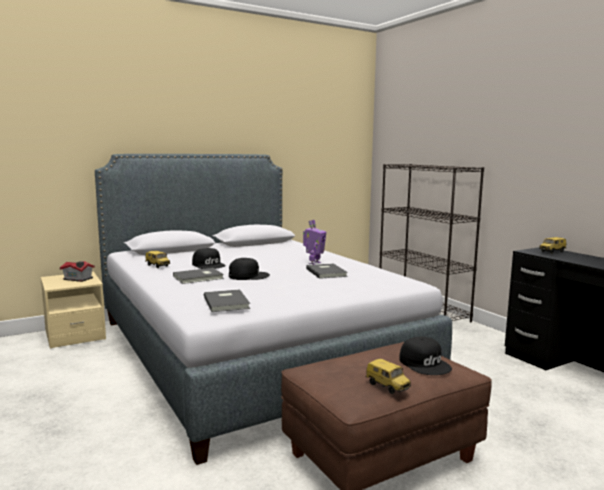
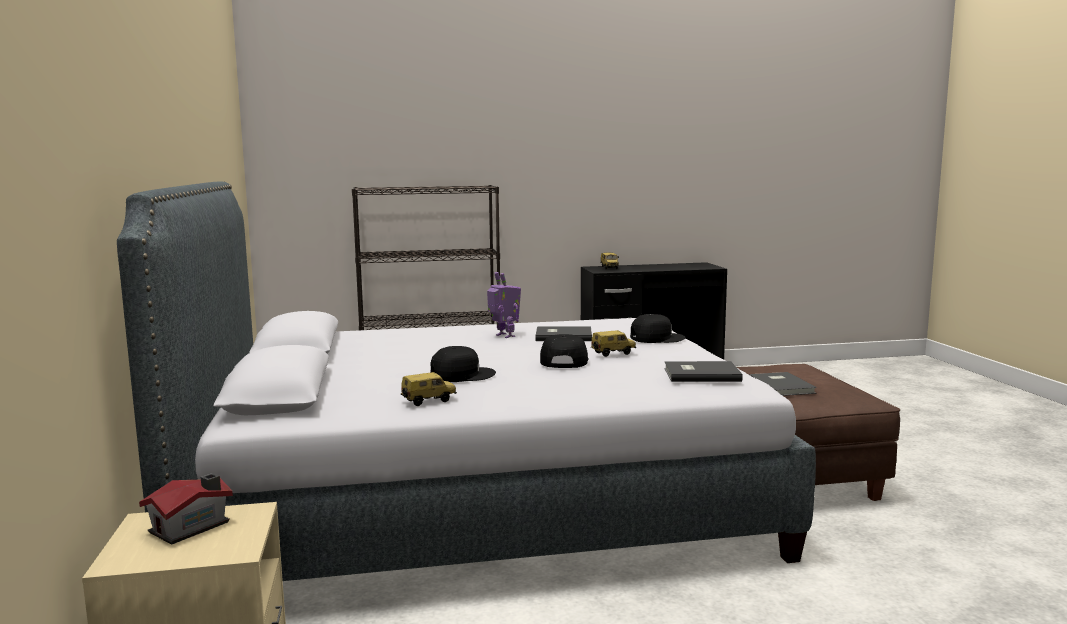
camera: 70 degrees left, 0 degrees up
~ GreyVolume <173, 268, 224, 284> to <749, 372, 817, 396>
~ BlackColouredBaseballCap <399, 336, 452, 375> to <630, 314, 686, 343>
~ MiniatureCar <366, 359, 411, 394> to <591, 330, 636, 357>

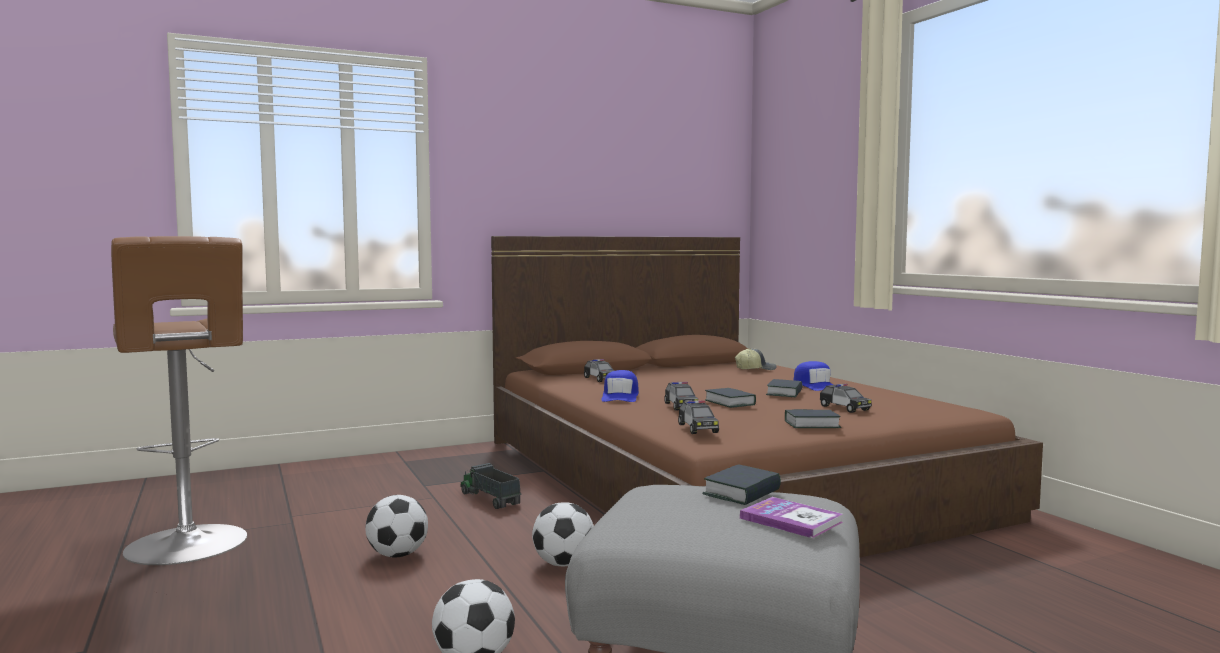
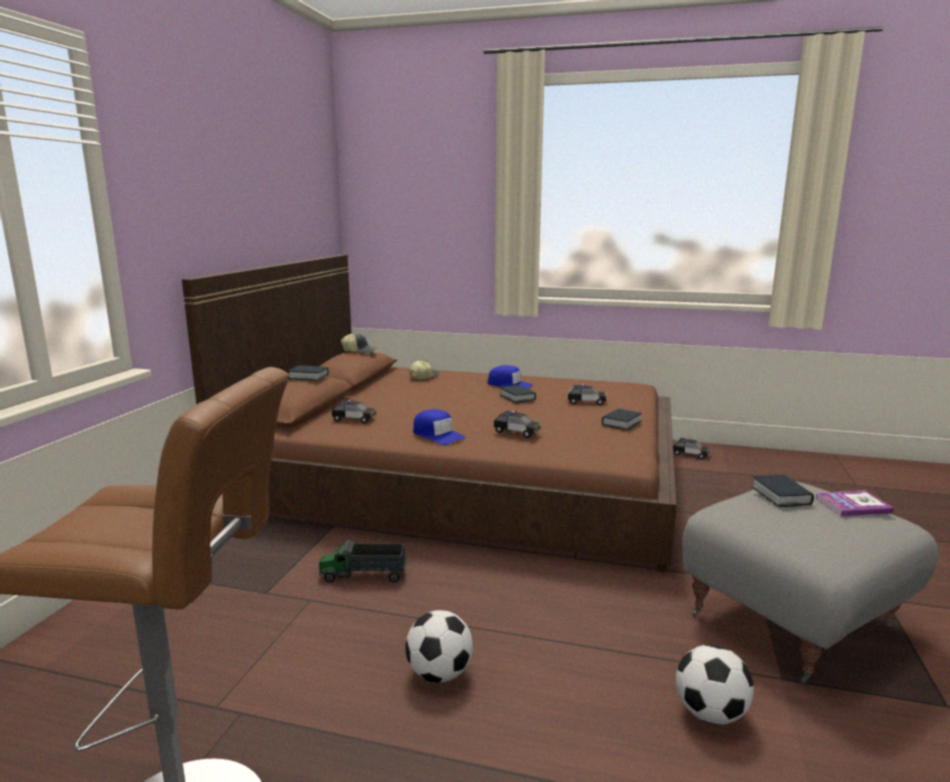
camera: 50 degrees left, 10 degrees up
~ Volume <705, 388, 756, 408> to <288, 365, 329, 381>
~ MiniatureCar <678, 400, 719, 434> to <673, 437, 710, 459>
- BallForFootball <532, 502, 594, 566>
+ BaseballCap <341, 333, 378, 353>

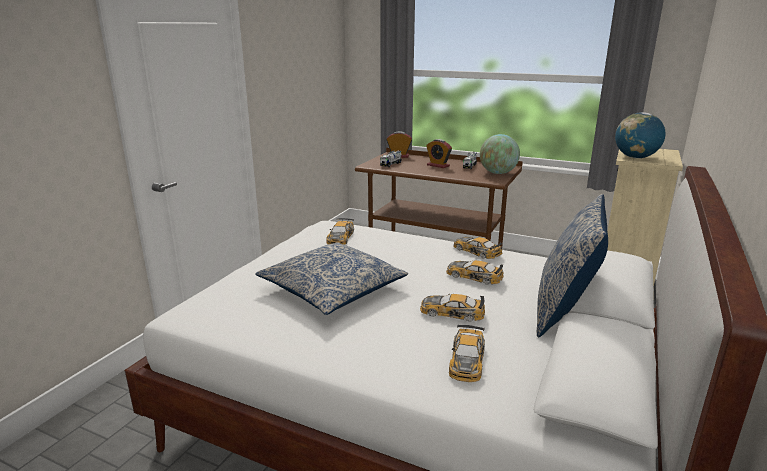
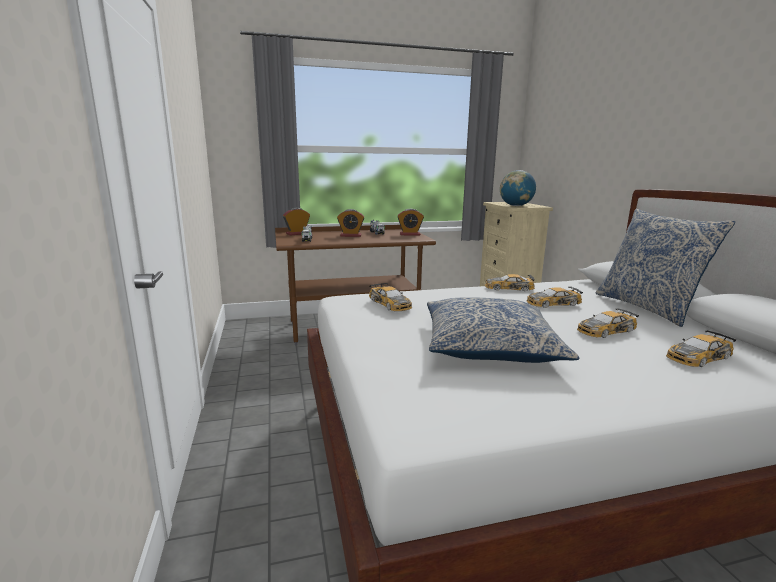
camera: 40 degrees left, 5 degrees down
~ WorldGlobe <480, 134, 520, 174> to AlarmClock <397, 209, 424, 235>
~ MiniatureCar <449, 325, 485, 382> = <666, 330, 736, 367> 90 degrees clockwise

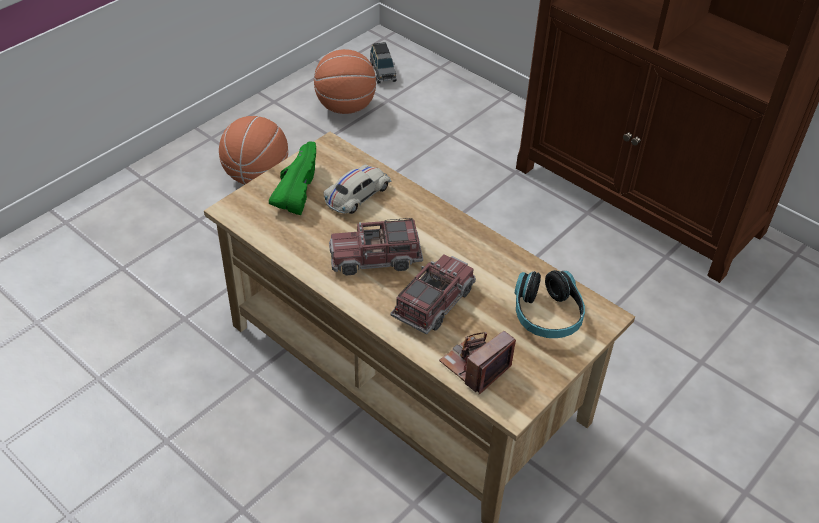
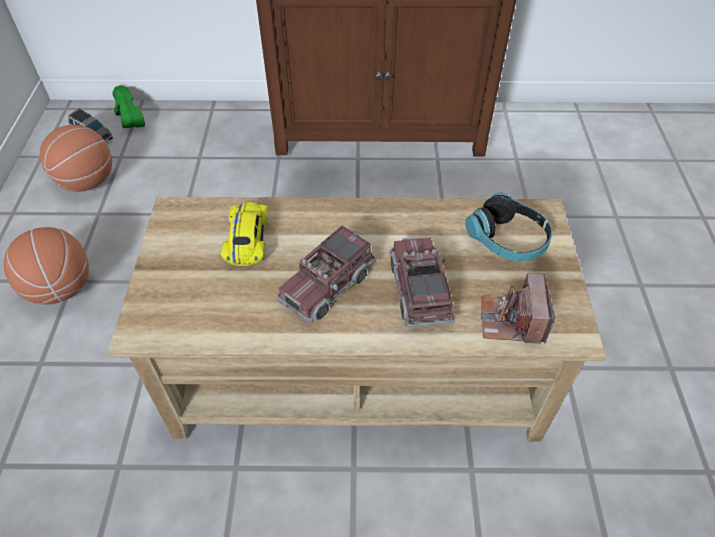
camera: 40 degrees left, 5 degrees up
~ GreenLowShoe <269, 142, 316, 215> to <113, 85, 145, 128>
~ WhitishMiniatureCar <324, 165, 392, 214> to YellowColouredMiniatureCar <221, 202, 268, 266>

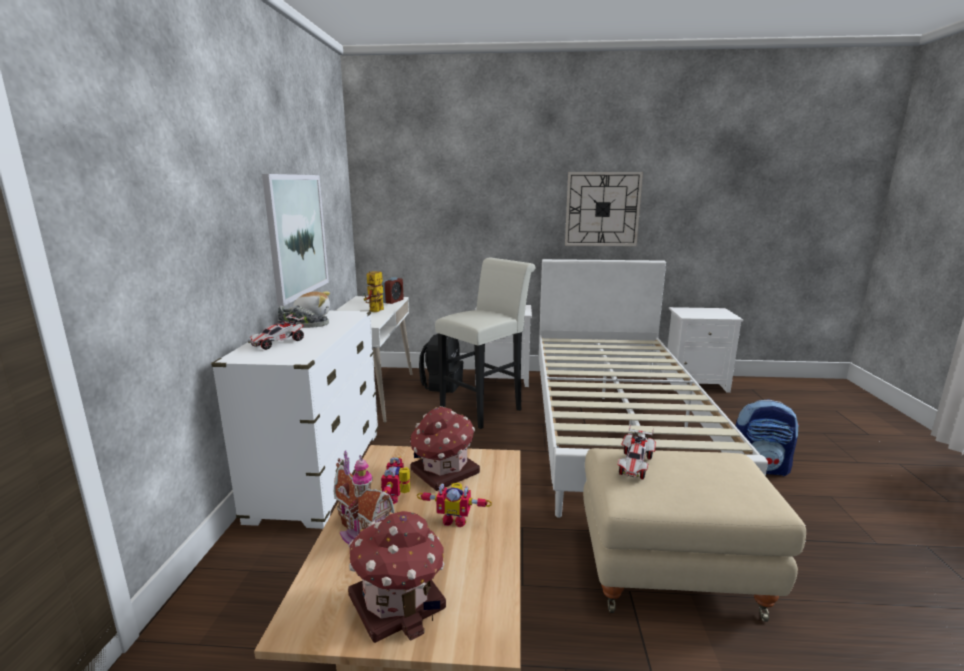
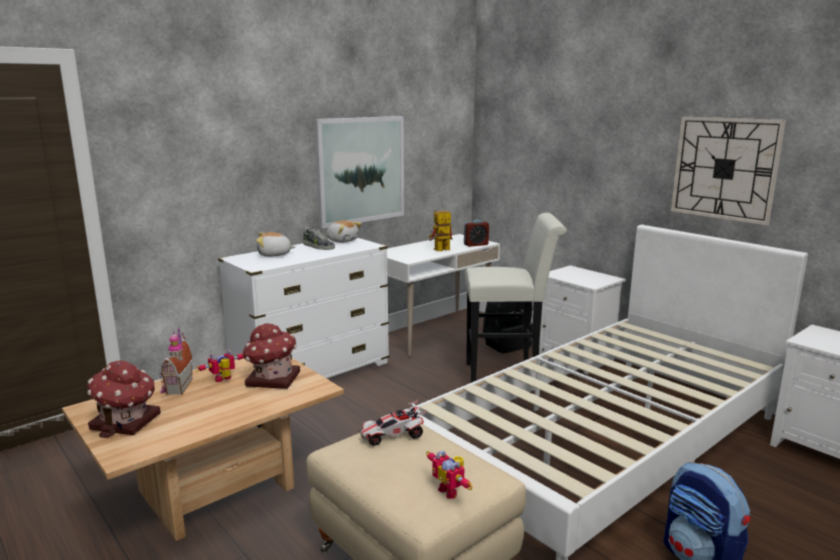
camera: 45 degrees right, 0 degrees up
~ MiniatureCar <248, 313, 305, 350> to SoftToy <256, 232, 296, 257>
~ ToyRobot <417, 483, 492, 527> to <426, 450, 473, 499>

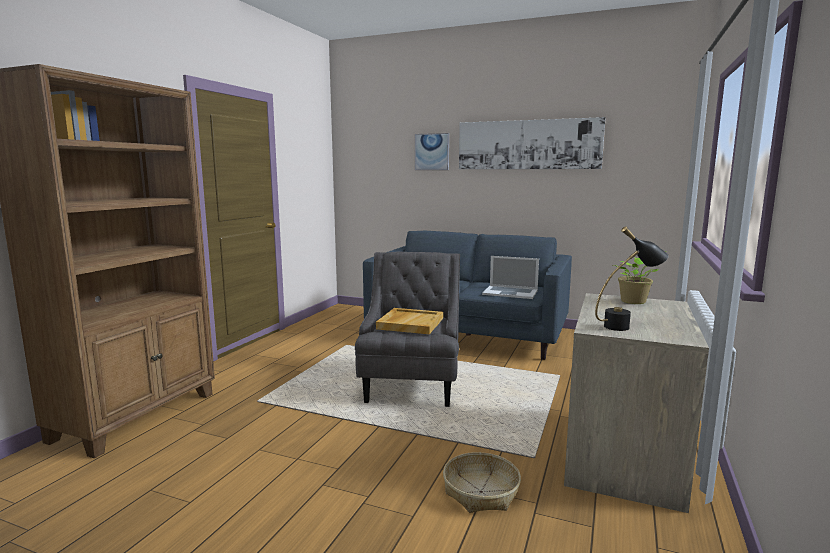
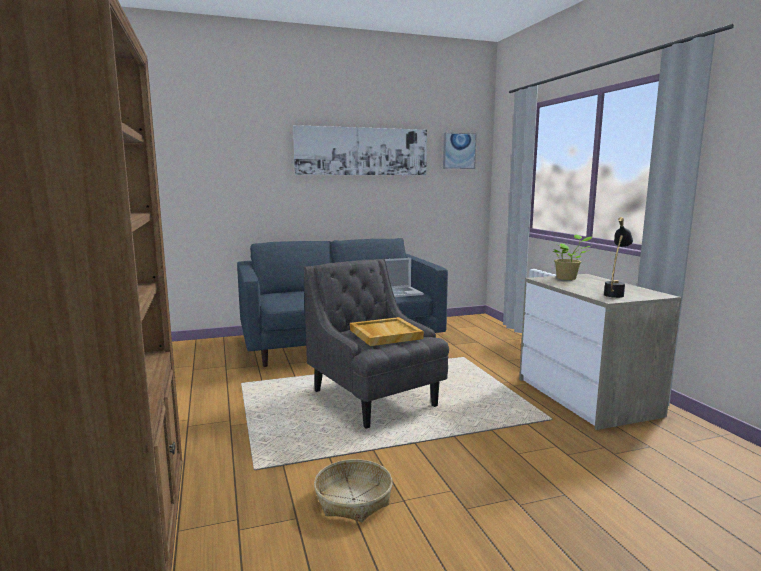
camera: 40 degrees left, 0 degrees up
~ Picture <415, 133, 449, 170> to <443, 133, 476, 169>
~ Basket <443, 452, 521, 513> to <314, 459, 393, 522>

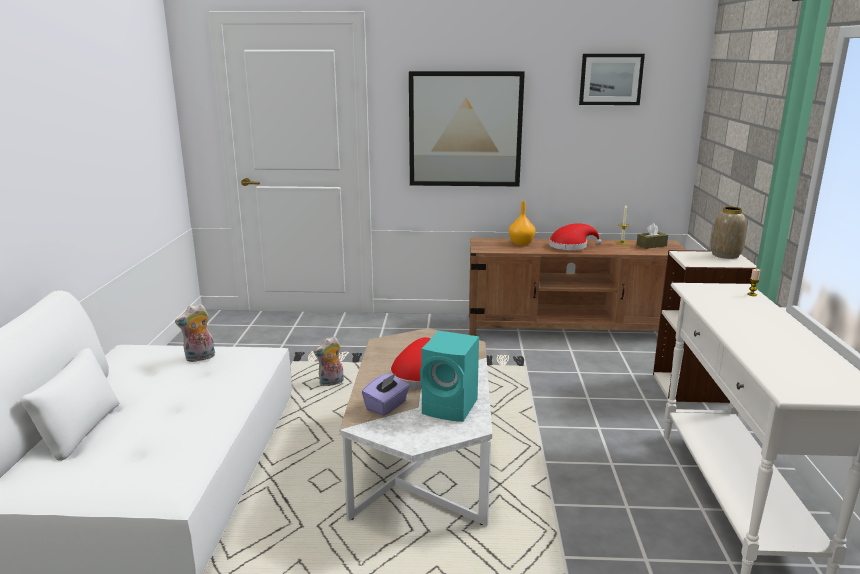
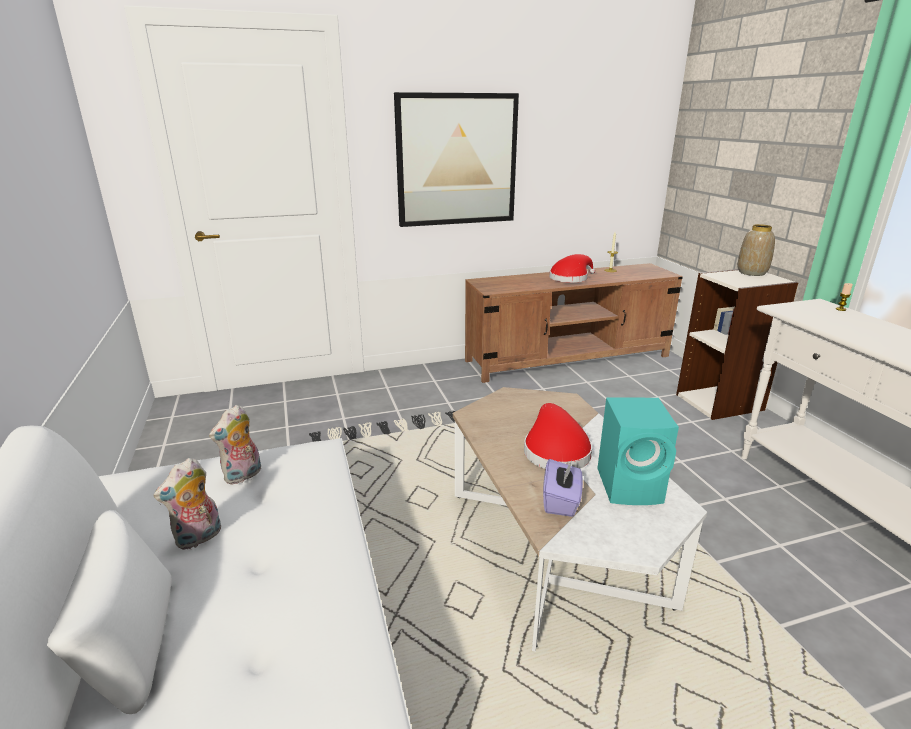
camera: 20 degrees left, 5 degrees up
- Picture <579, 54, 645, 105>
- OrangeVase <509, 201, 535, 245>
- BrownColouredTissueBox <637, 223, 668, 249>
~ SoftToy <314, 336, 344, 386> to <153, 458, 221, 550>

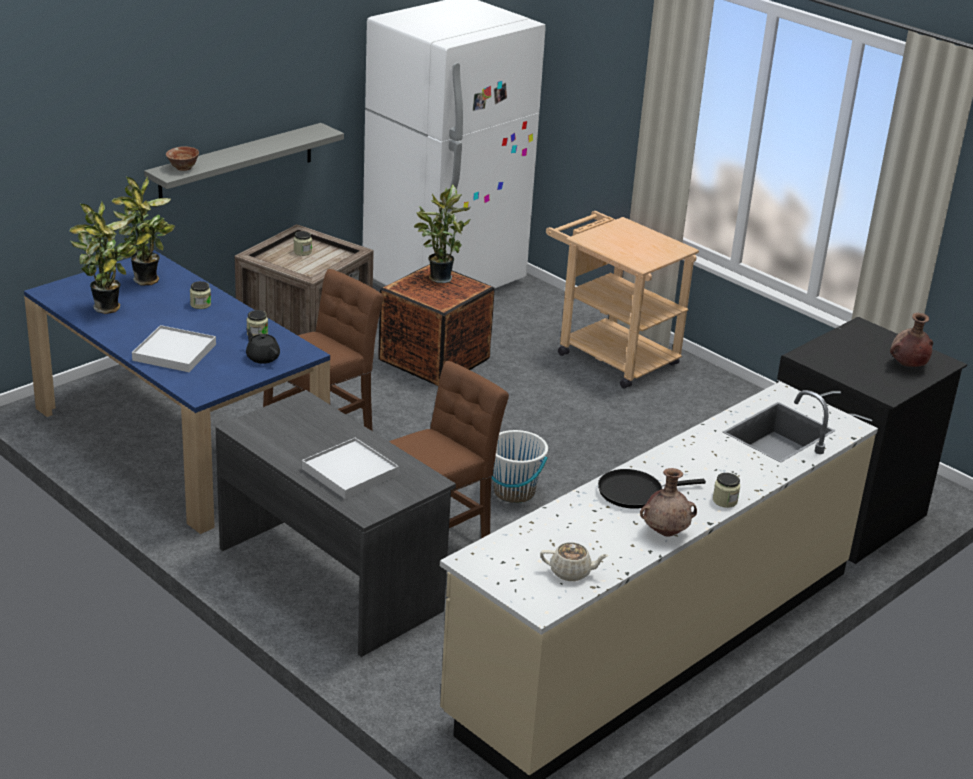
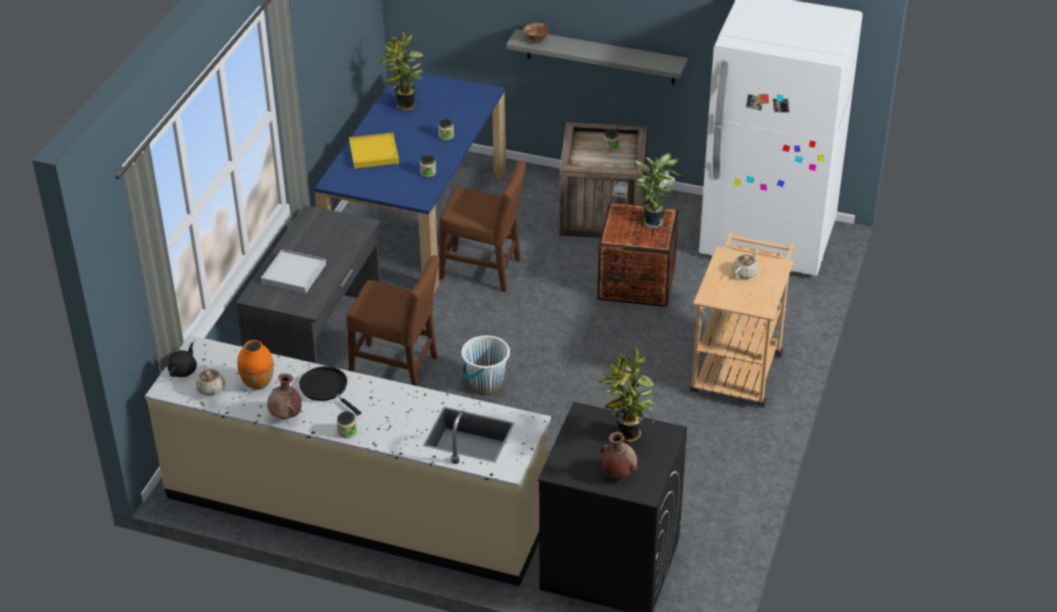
camera: 65 degrees right, 10 degrees up
~ Houseplant <112, 176, 175, 285> to <598, 344, 655, 443>
~ WhitishTray <132, 325, 216, 372> to YellowColouredTray <349, 133, 399, 168>
~ BlackColouredTeapot <246, 329, 280, 364> to <168, 342, 197, 377>
+ BeigeColouredTeapot <732, 249, 759, 279>
+ OrangeVase <237, 340, 274, 390>

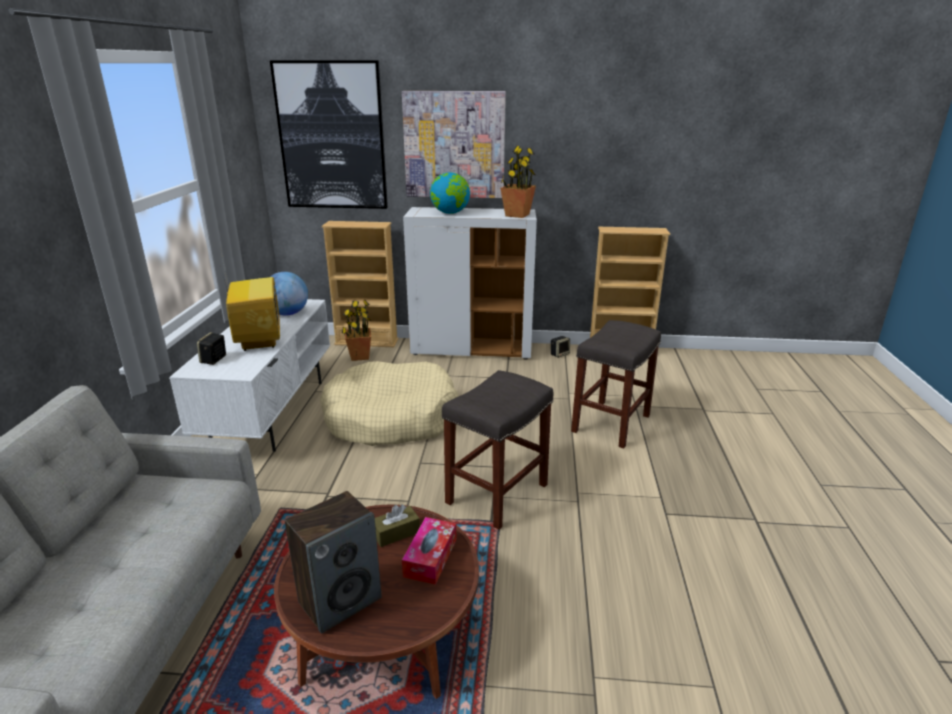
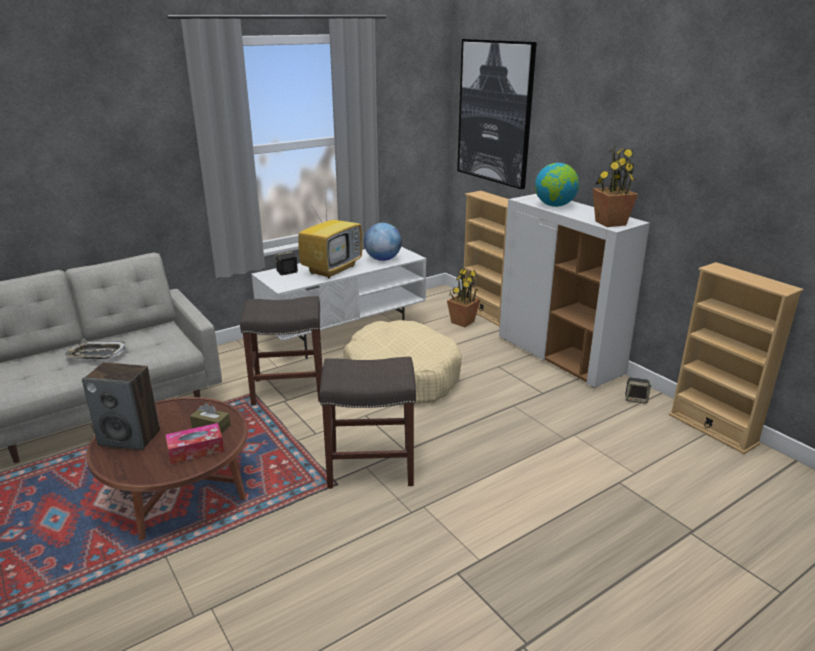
camera: 50 degrees right, 0 degrees up
- Picture <402, 91, 506, 198>
~ GreyStool <571, 320, 661, 449> to <240, 296, 323, 406>
+ Tray <65, 341, 125, 359>

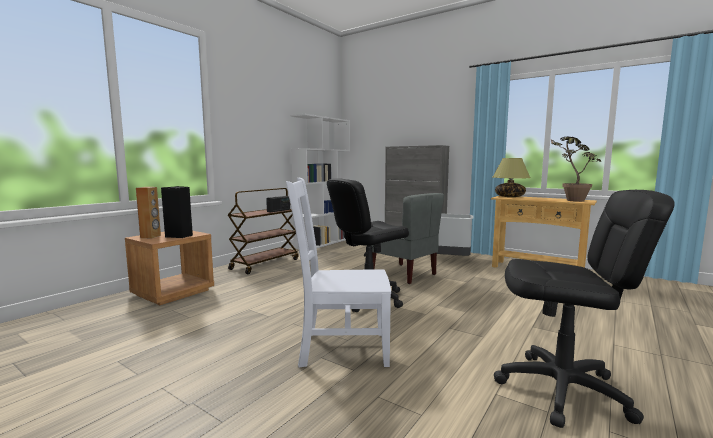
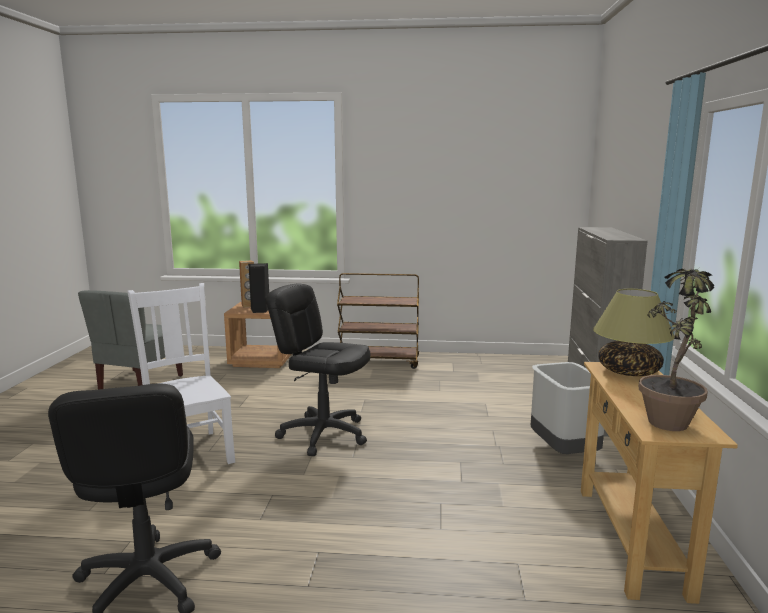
camera: 60 degrees right, 5 degrees up
- WhitishBookshelf <290, 114, 350, 249>
~ GreyUprightChair <372, 193, 444, 284> to <78, 290, 183, 390>
- RadioSet <266, 196, 290, 212>

